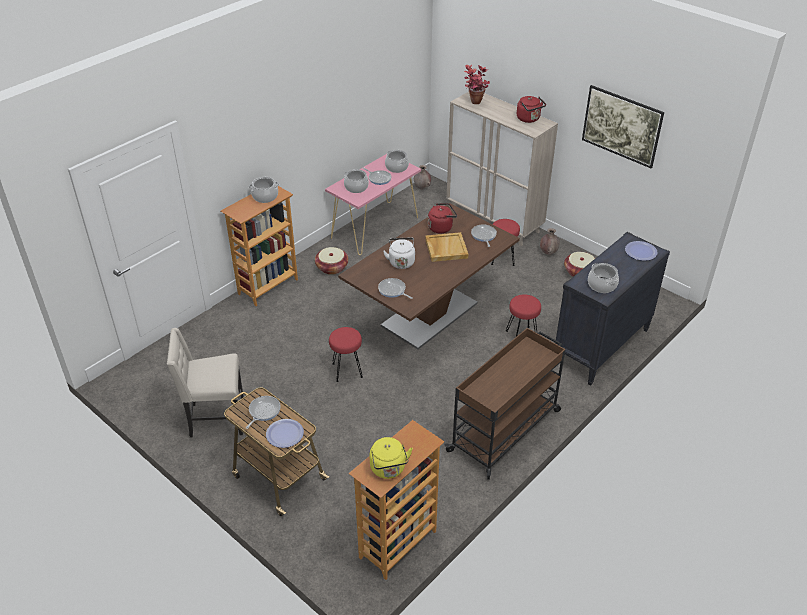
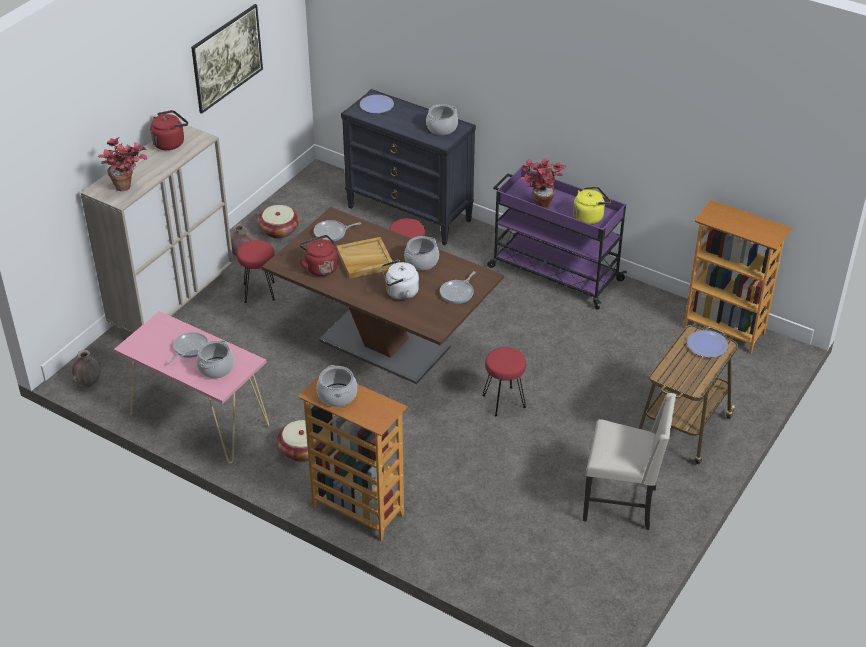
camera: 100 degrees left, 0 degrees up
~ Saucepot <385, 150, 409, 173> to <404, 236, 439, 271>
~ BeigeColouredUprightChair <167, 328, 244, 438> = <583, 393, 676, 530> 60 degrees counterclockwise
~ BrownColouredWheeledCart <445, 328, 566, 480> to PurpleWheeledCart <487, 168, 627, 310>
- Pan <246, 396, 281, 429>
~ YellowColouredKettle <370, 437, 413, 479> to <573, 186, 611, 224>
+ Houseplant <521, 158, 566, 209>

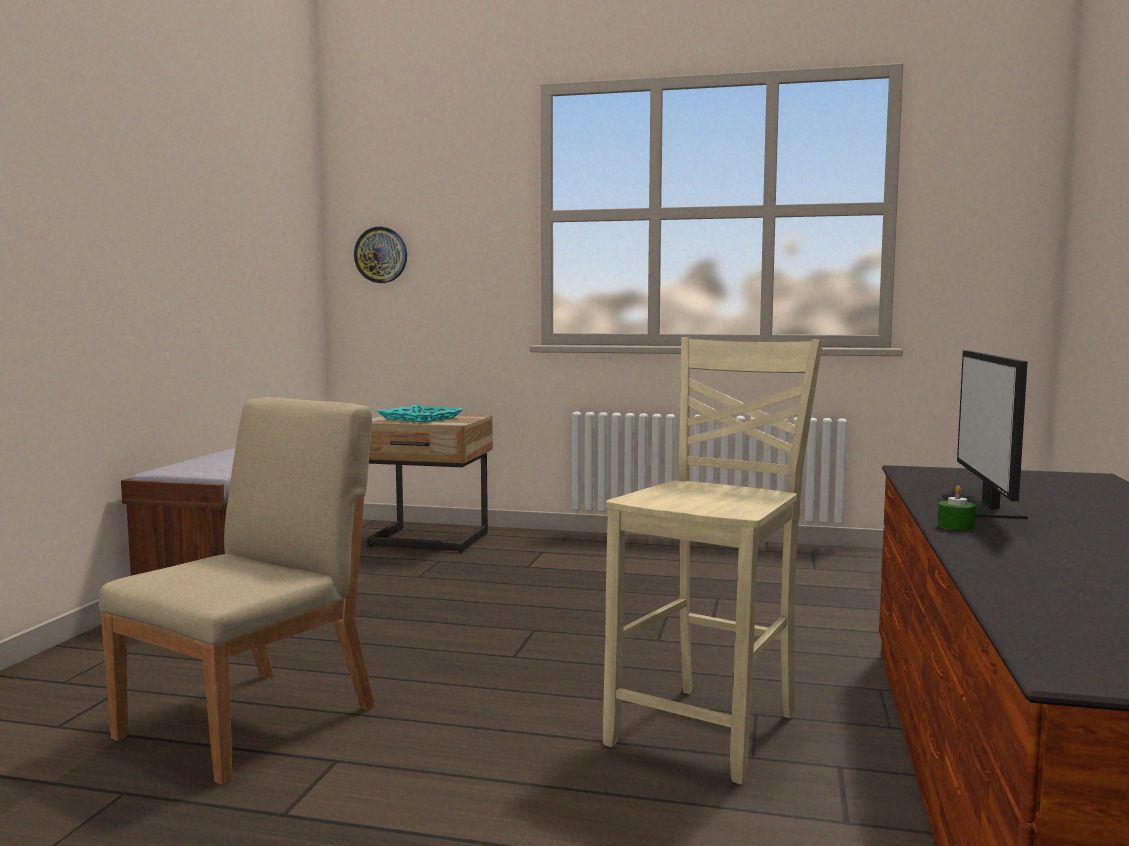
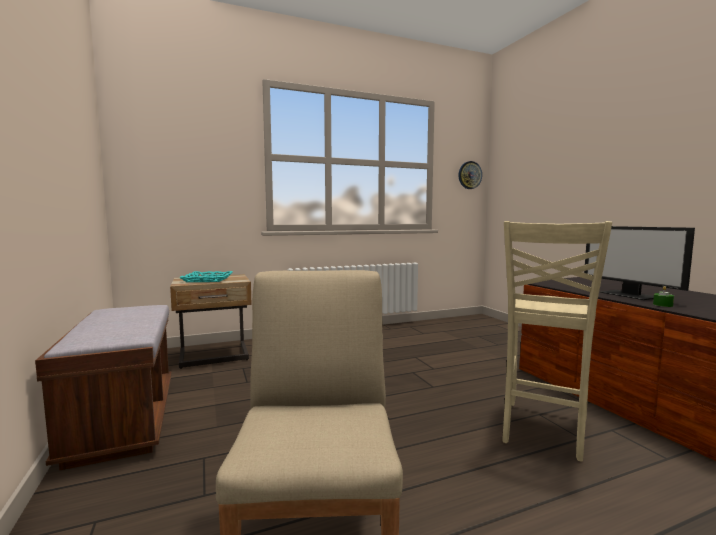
camera: 35 degrees left, 0 degrees up
~ WallClock <354, 227, 407, 283> to <459, 161, 482, 189>
~ BeigeColouredUprightChair <603, 337, 823, 785> = <502, 221, 612, 461> 150 degrees counterclockwise

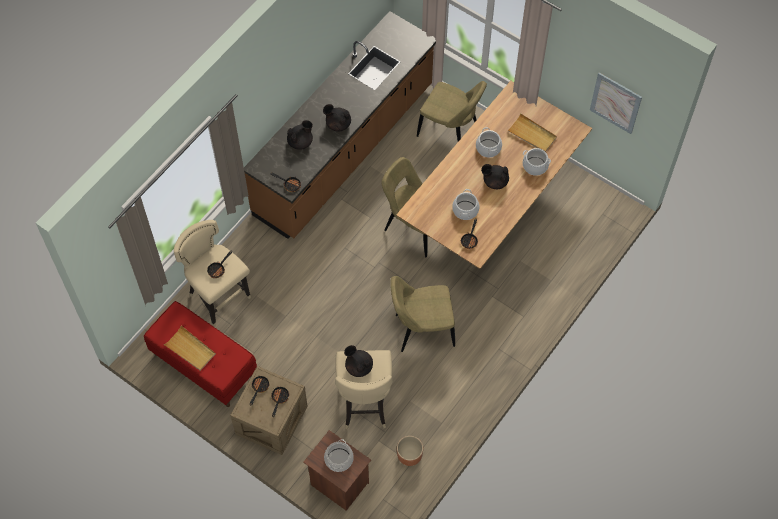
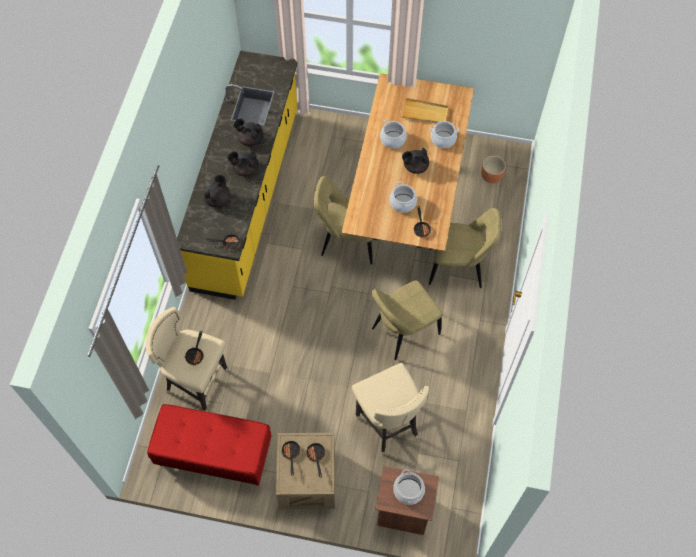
camera: 25 degrees left, 0 degrees up
~ BrownColouredKitchenCounter <244, 11, 436, 239> to YellowColouredKitchenCounter <177, 51, 297, 300>
- Picture <590, 72, 642, 134>
~ BeigeColouredUprightChair <417, 81, 487, 142> to <429, 208, 501, 288>
- BeigeColouredTray <163, 326, 216, 371>
~ BlackColouredTeapot <344, 345, 373, 377> to <234, 119, 263, 146>
~ BrownColouredPlantPot <397, 436, 423, 466> to <481, 156, 506, 183>

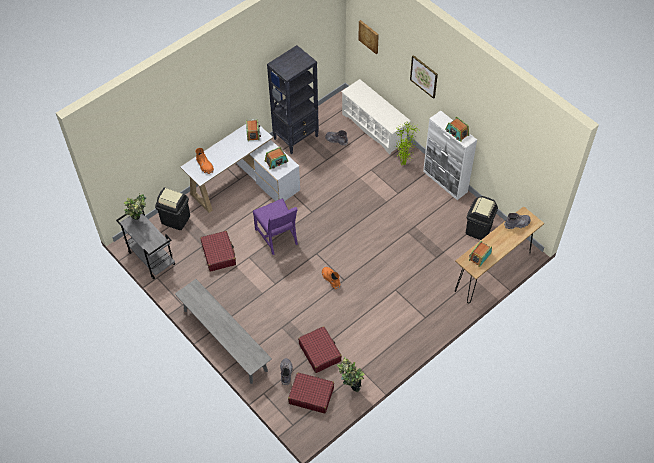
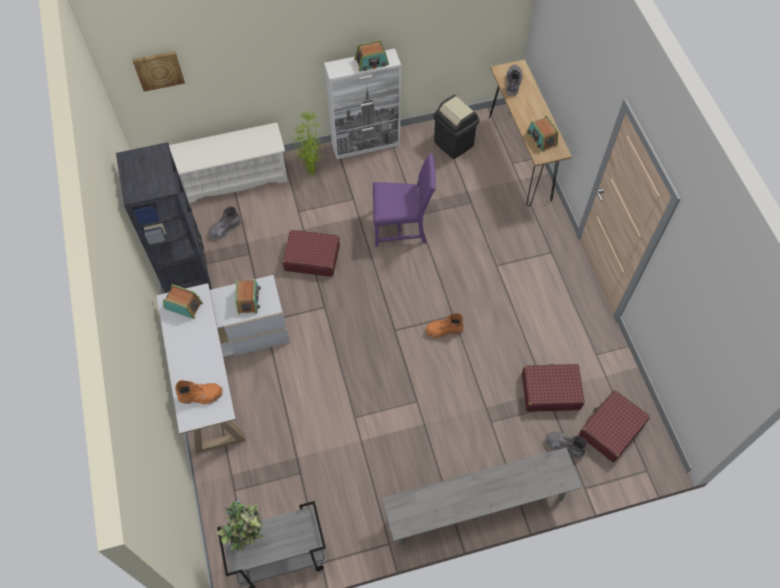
camera: 65 degrees left, 5 degrees up
- Picture <410, 55, 438, 99>
- BlackColouredRubbishBin <155, 188, 190, 230>
~ PurpleUprightChair <253, 198, 298, 255> to <373, 153, 436, 247>
~ RedSuitcase <200, 231, 236, 272> to <282, 230, 340, 277>
- Houseplant <337, 356, 364, 392>

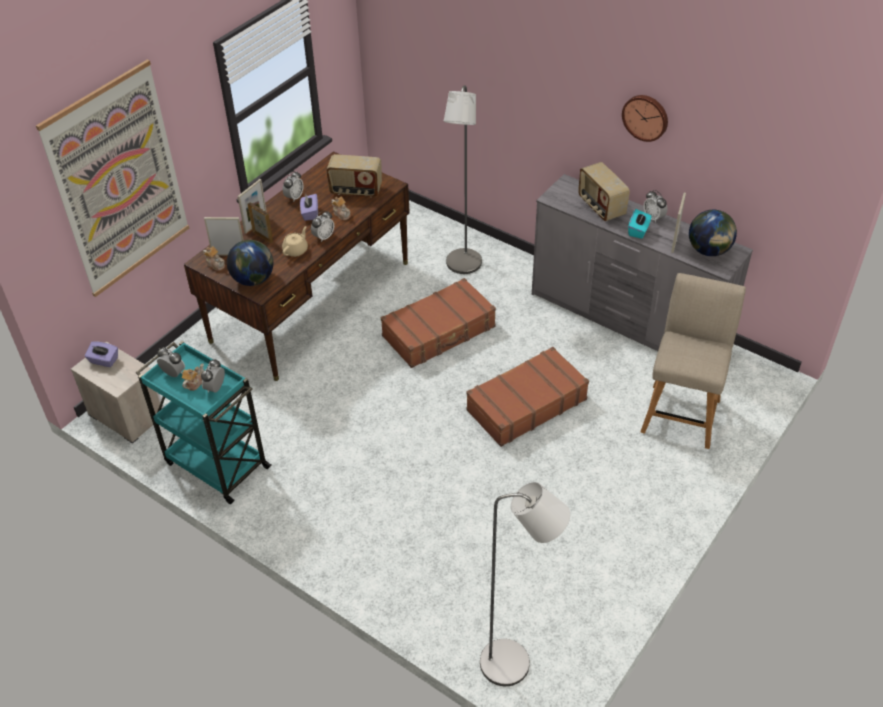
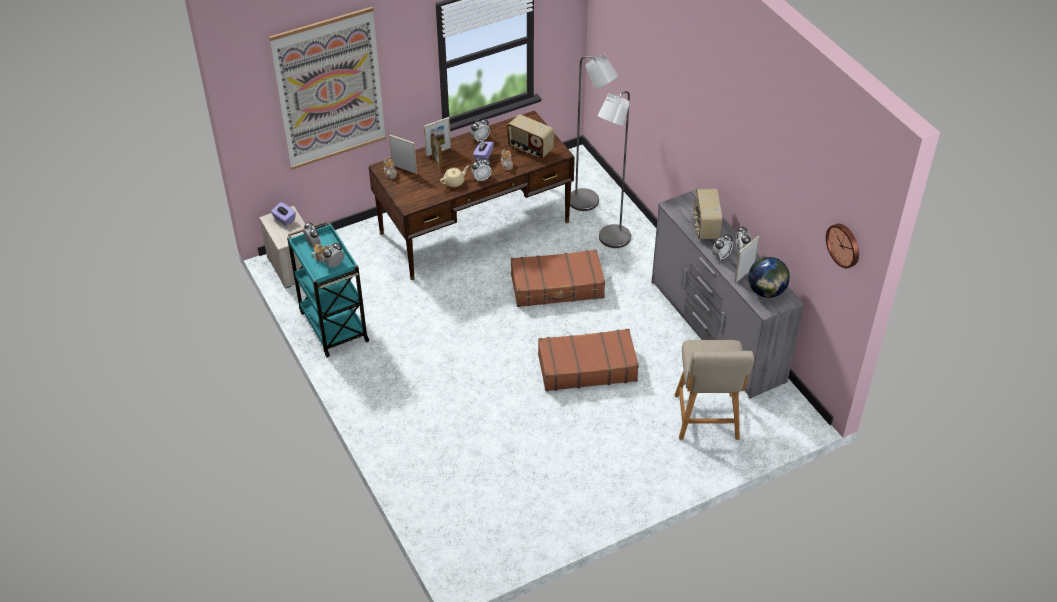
camera: 25 degrees right, 0 degrees up
~ WallClock <622, 95, 668, 142> to <826, 224, 859, 268>
~ TurquoiseColouredTissueBox <628, 209, 652, 239> to AlarmClock <712, 234, 733, 260>
- WorldGlobe <227, 240, 273, 286>
~ BeigeColouredUprightChair <641, 273, 746, 449> = <675, 340, 754, 440> 135 degrees clockwise
~ GreyStandingLamp <480, 482, 570, 686> to <570, 55, 618, 211>

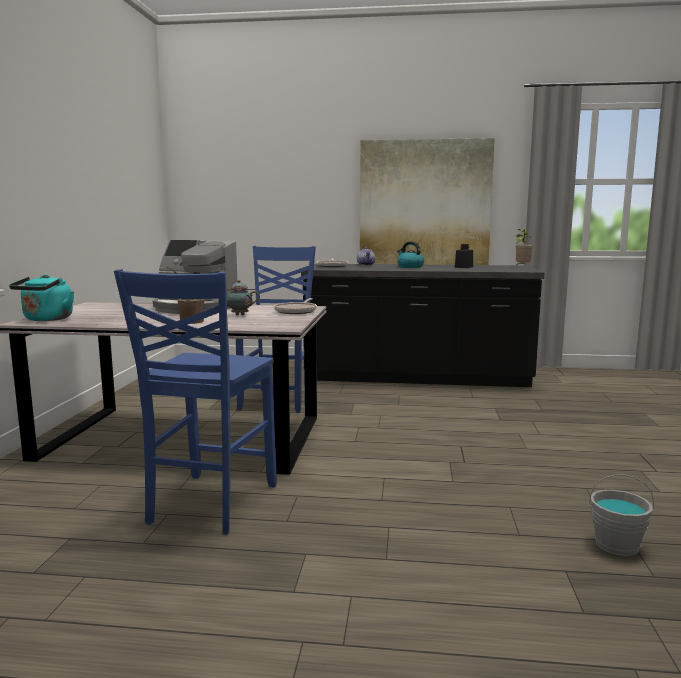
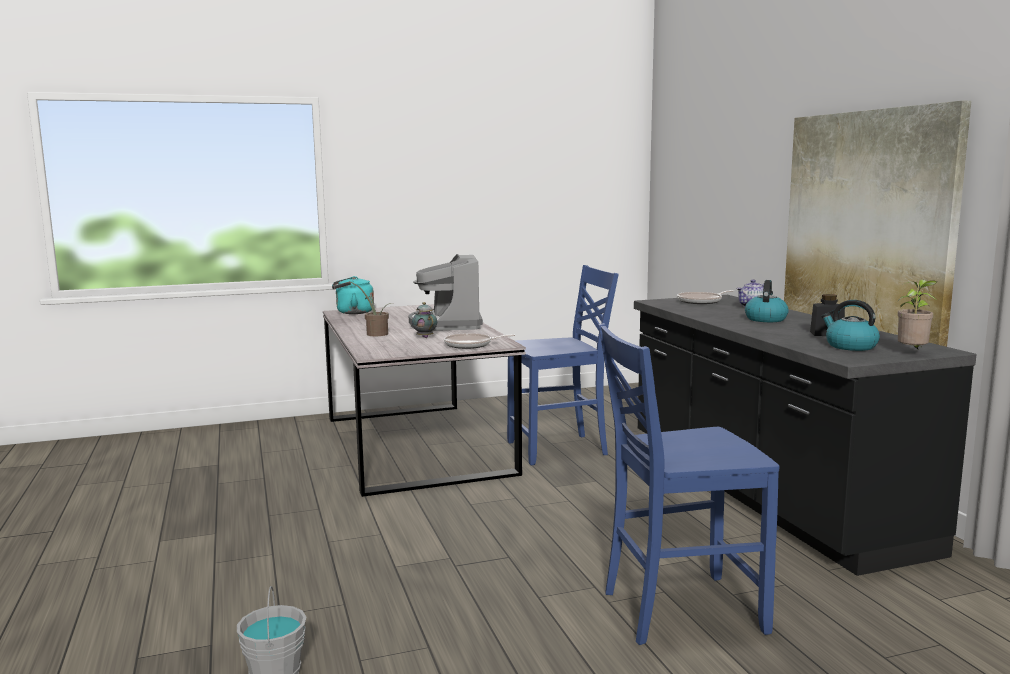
camera: 65 degrees right, 0 degrees up
~ BluishUprightChair <114, 269, 277, 535> to <599, 323, 779, 645>
+ Kettle <821, 300, 880, 351>

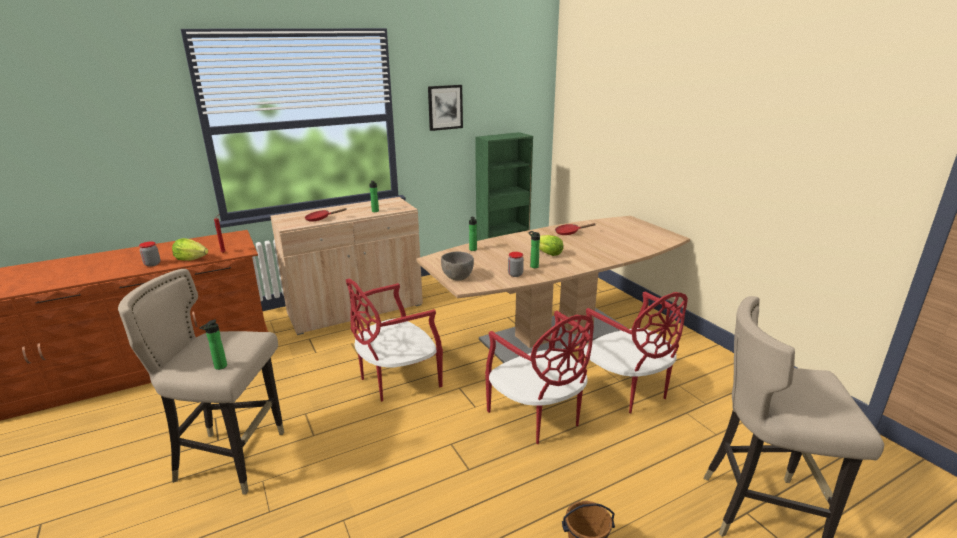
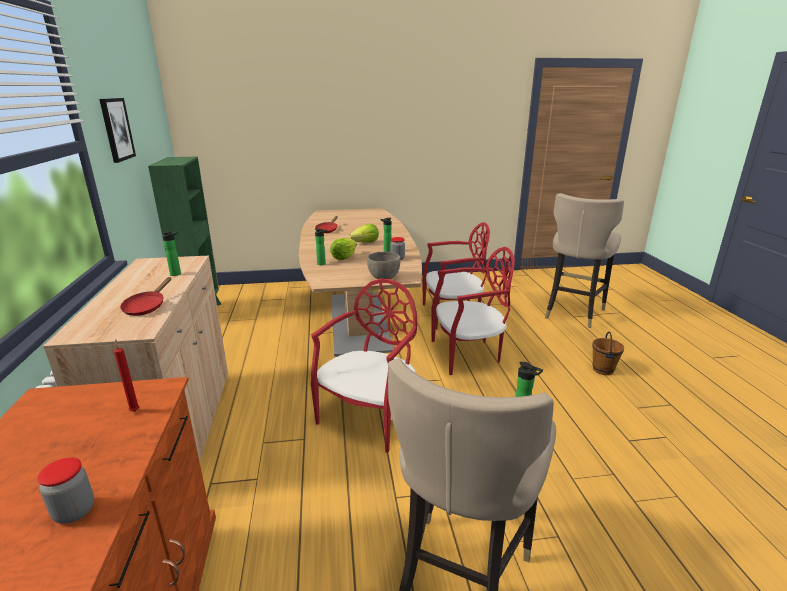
camera: 70 degrees left, 0 degrees up
~ LettuceHead <172, 238, 208, 261> to <330, 238, 357, 260>
~ RedUprightChair <346, 278, 443, 402> = <311, 278, 417, 453> 135 degrees counterclockwise

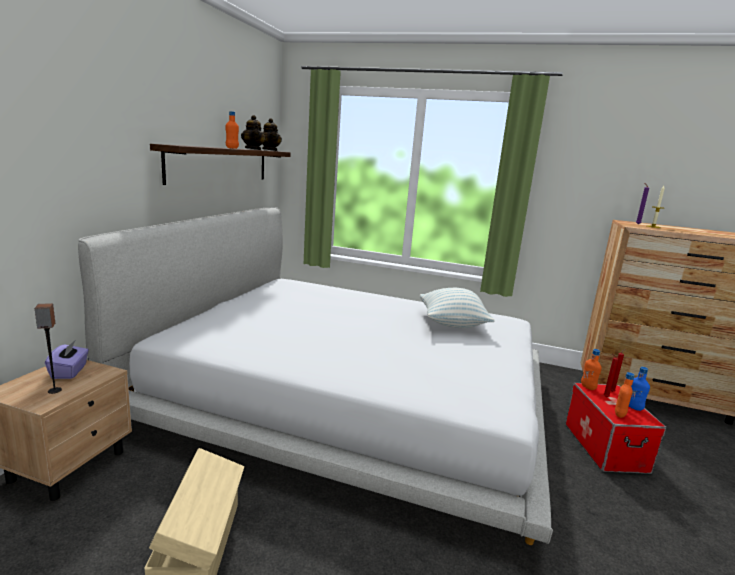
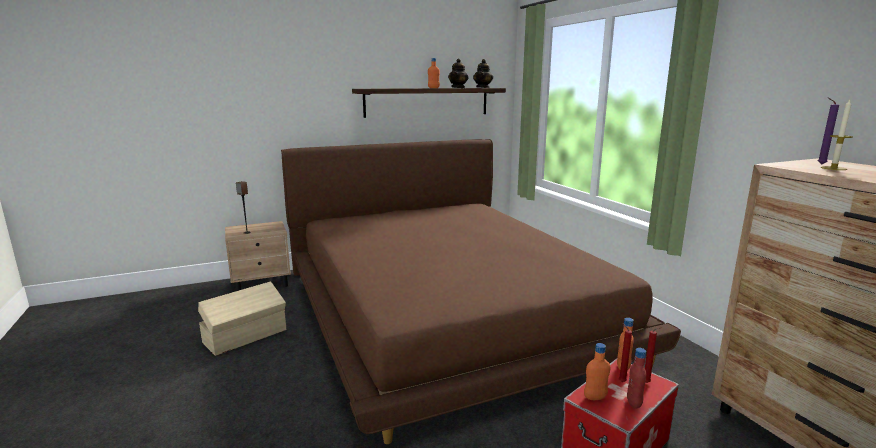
camera: 50 degrees right, 0 degrees up
~ WhitishSleepingBed <78, 207, 553, 545> to BrownColouredSleepingBed <281, 139, 681, 444>
- ThrowPillow <420, 288, 495, 328>
- PurpleTissueBox <45, 341, 89, 379>
~ BluishBeverageBottle <629, 367, 650, 411> to RedBeverageBottle <627, 348, 646, 409>

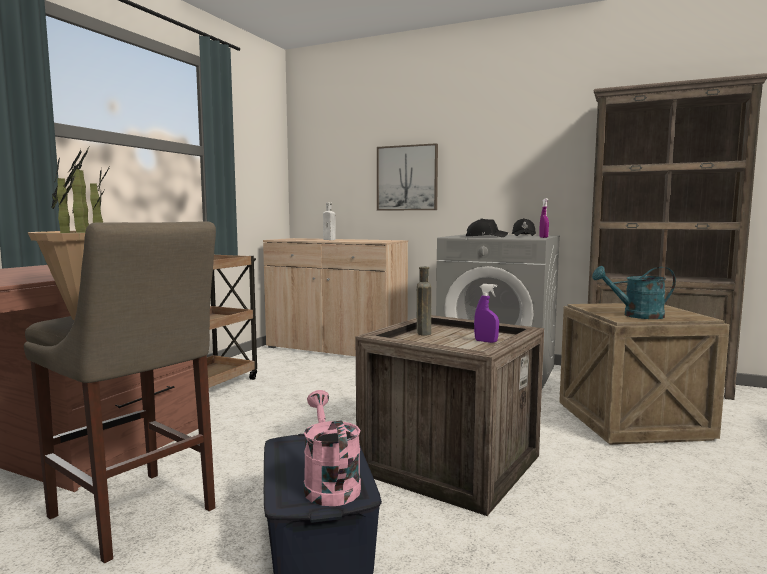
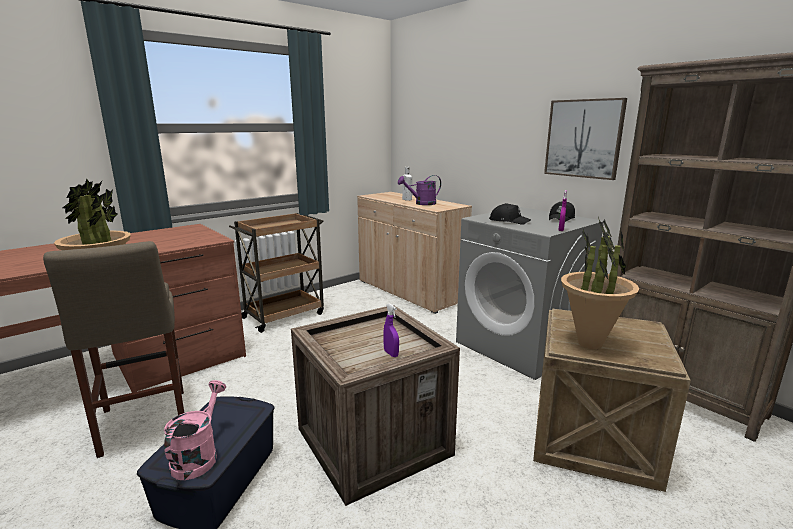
camera: 25 degrees right, 10 degrees up
~ Picture <377, 143, 438, 210> to <544, 98, 627, 180>
~ TurquoiseColouredWateringPot <592, 266, 676, 319> to Houseplant <561, 217, 639, 349>
- BrownColouredBeverageBottle <417, 267, 431, 335>
+ PurpleWateringPot <398, 175, 441, 205>

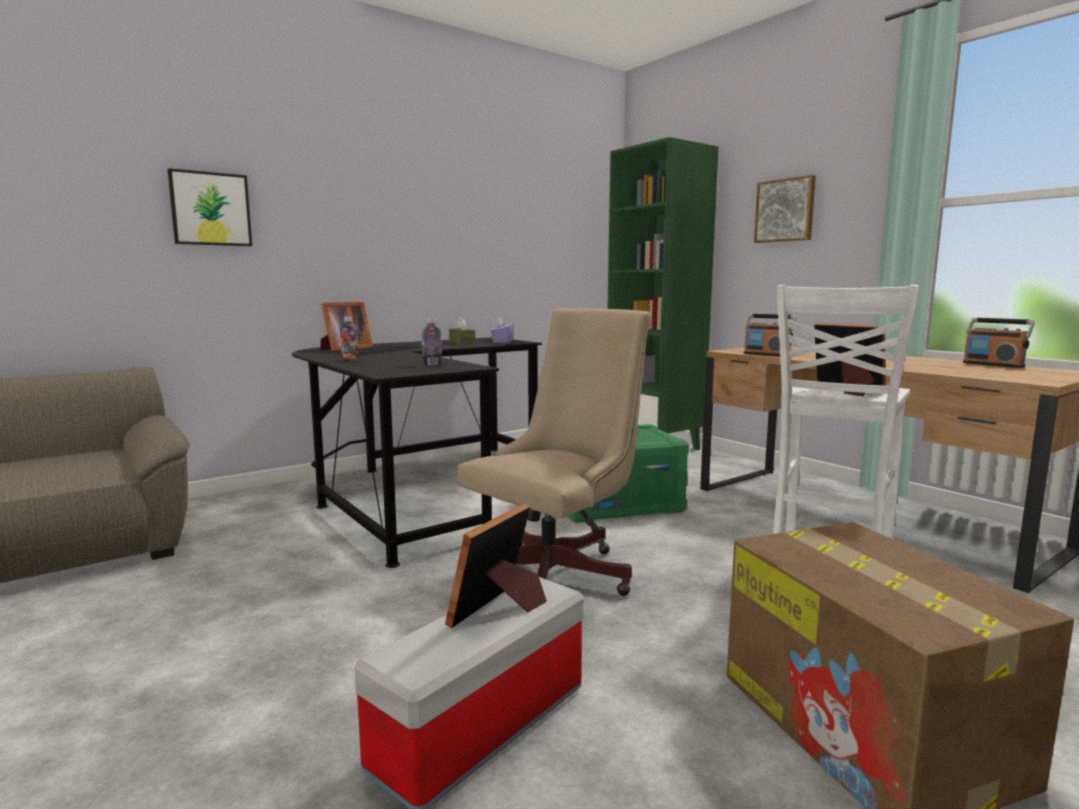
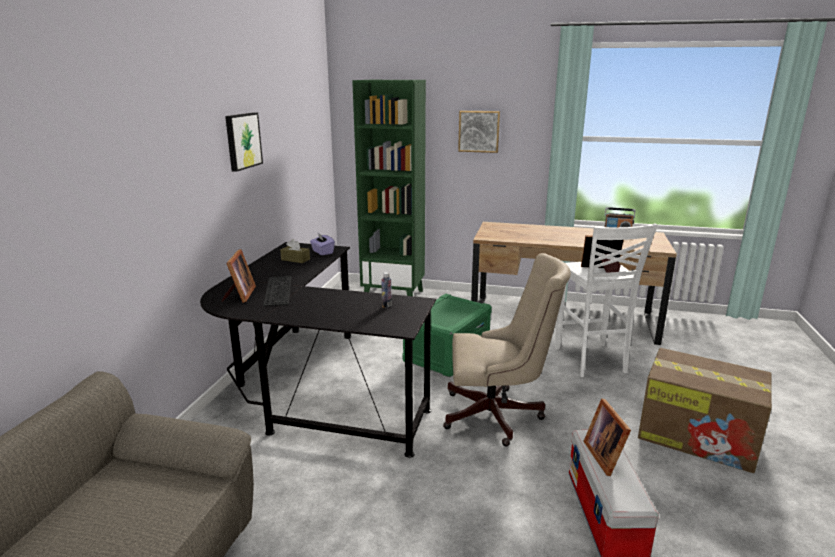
camera: 40 degrees left, 10 degrees up
~ Picture <168, 168, 252, 246> to <225, 112, 263, 172>
~ BeigeColouredComputerChair <457, 308, 652, 596> = <443, 253, 571, 447> 90 degrees clockwise
- RadioSet <744, 314, 796, 356>
- BeverageBottle <340, 316, 359, 361>

